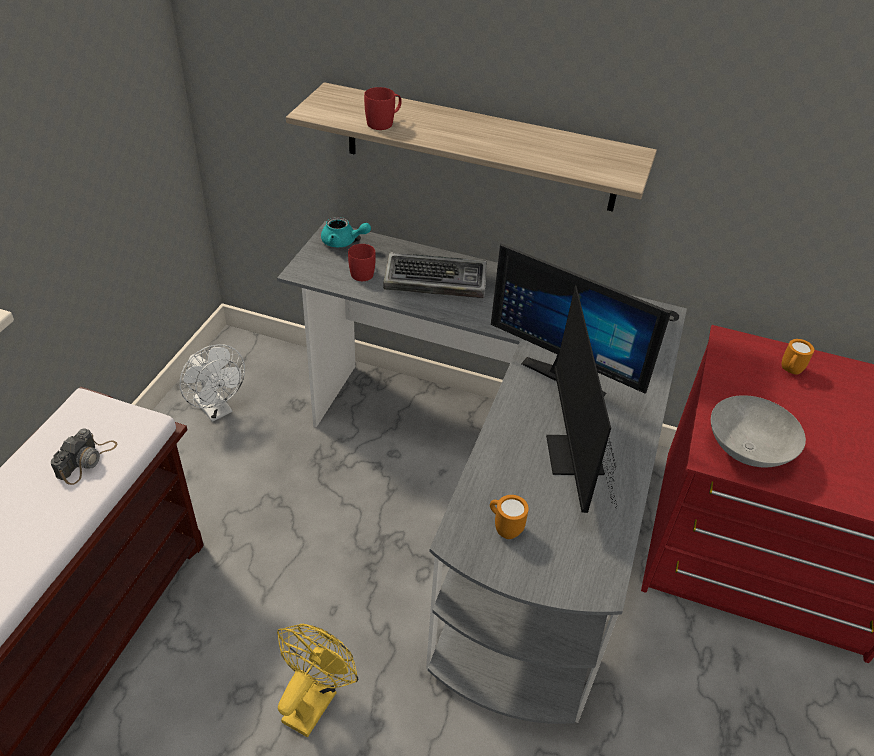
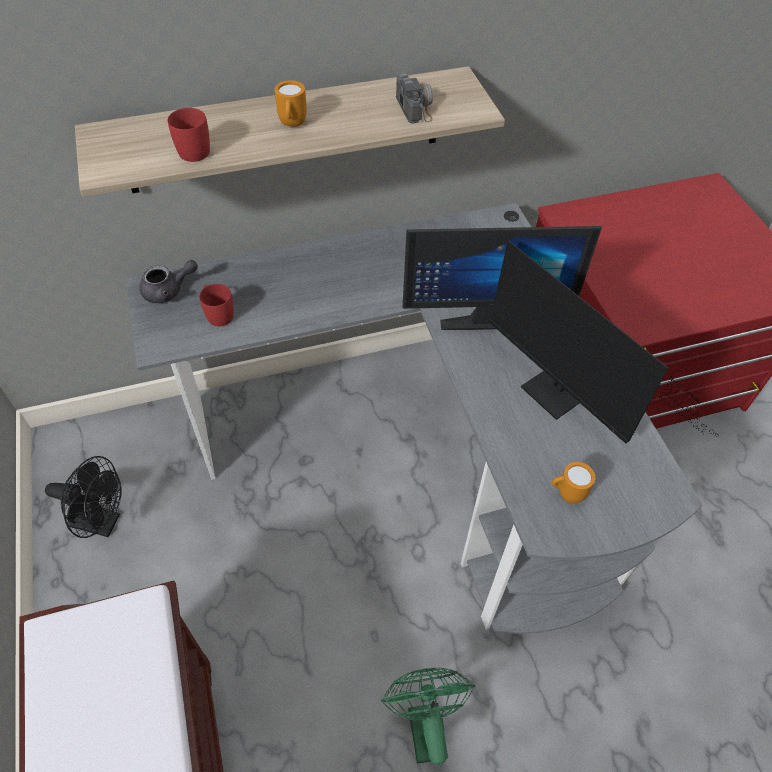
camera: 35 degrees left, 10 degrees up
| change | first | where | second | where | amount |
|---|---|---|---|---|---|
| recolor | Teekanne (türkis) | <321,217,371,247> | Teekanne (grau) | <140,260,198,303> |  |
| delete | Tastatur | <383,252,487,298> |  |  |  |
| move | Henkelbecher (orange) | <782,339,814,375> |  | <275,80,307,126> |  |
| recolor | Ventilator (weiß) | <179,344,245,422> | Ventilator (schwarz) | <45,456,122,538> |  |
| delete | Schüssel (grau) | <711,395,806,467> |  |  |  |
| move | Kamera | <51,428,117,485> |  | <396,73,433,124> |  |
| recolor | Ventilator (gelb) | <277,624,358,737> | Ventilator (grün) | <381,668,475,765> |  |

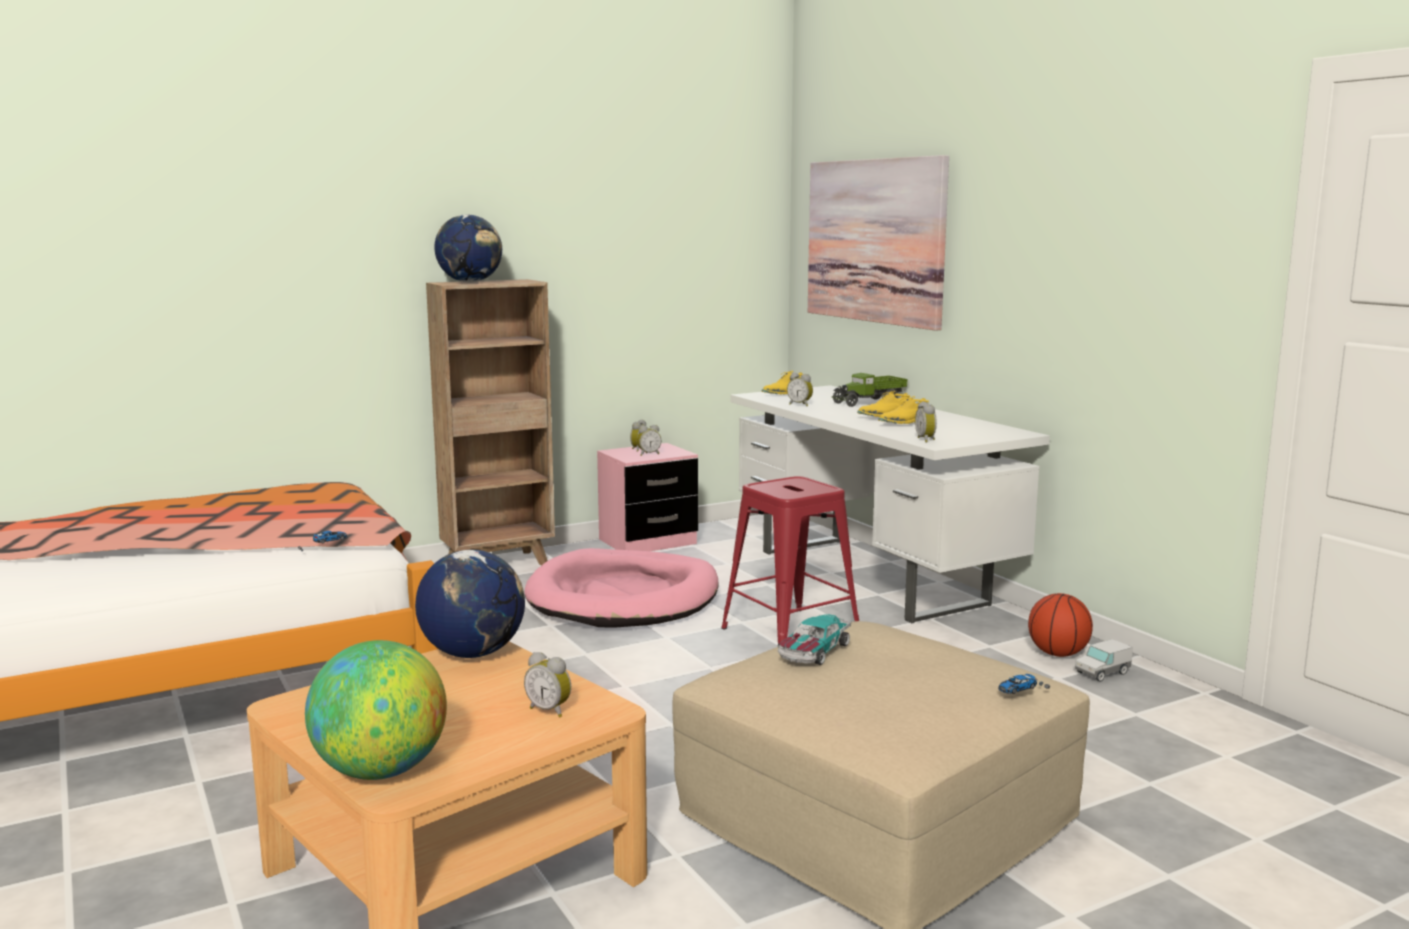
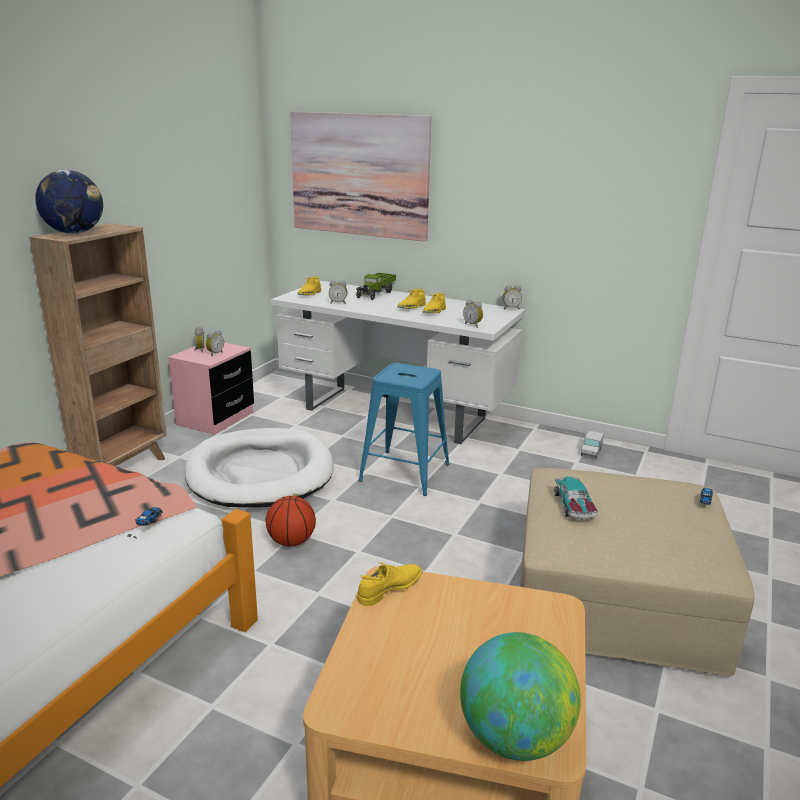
camera: 35 degrees left, 10 degrees up
| change | first | where | second | where | amount |
|---|---|---|---|---|---|
| recolor | Hocker (rot) | <721,476,859,644> | Hocker (blau) | <358,363,450,496> |  |
| recolor | Hundebett (rosa) | <525,548,719,628> | Hundebett (weiß) | <185,428,333,507> |  |
| replace | Globus | <415,550,525,658> | Schuh (gelb) | <357,562,423,606> |  |
| move | Basketball | <1028,593,1093,657> |  | <266,496,316,547> |  |
| move | Wecker | <524,652,571,718> |  | <503,285,522,309> |  |

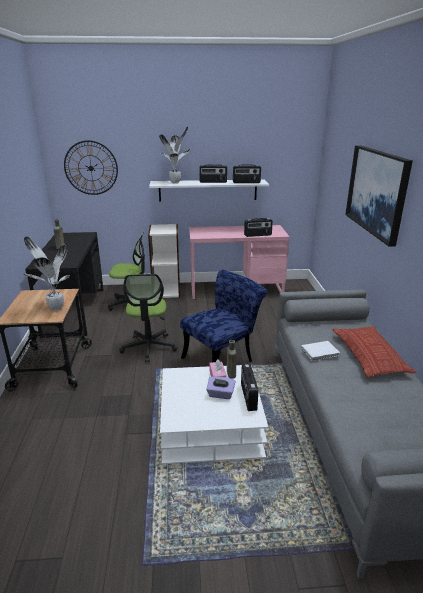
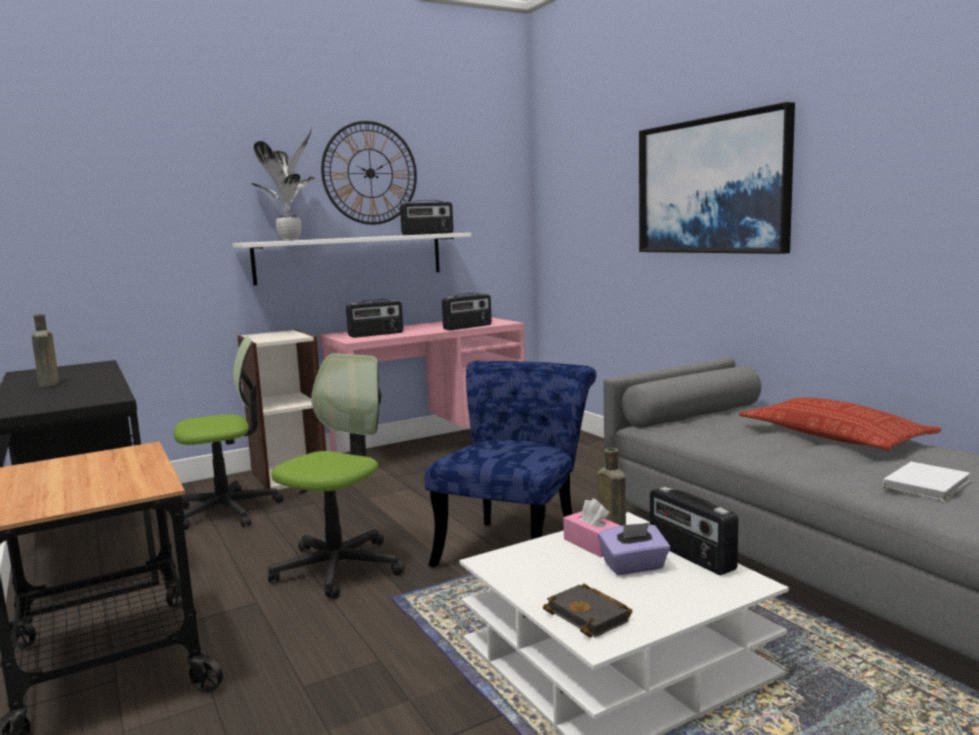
camera: 25 degrees left, 15 degrees down
| change | first | where | second | where | amount |
|---|---|---|---|---|---|
| move | Wanduhr | <64,140,118,195> |  | <321,121,417,225> |  |
| move | Radio | <199,164,227,183> |  | <346,299,403,338> |  |
| delete | Topfpflanze | <23,236,70,311> |  |  |  |
| rotate | Bürostuhl | <119,274,178,363> |  | <268,353,405,599> | 120 degrees counterclockwise |
| move | Buch (weiß) | <301,341,340,361> |  | <883,462,970,501> |  |
| insert |  |  | Buch (schwarz) | <543,584,632,638> |  |

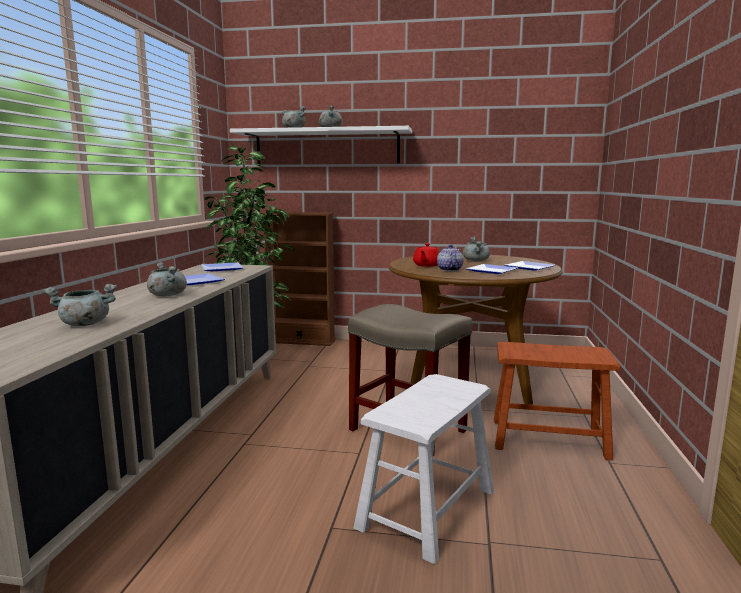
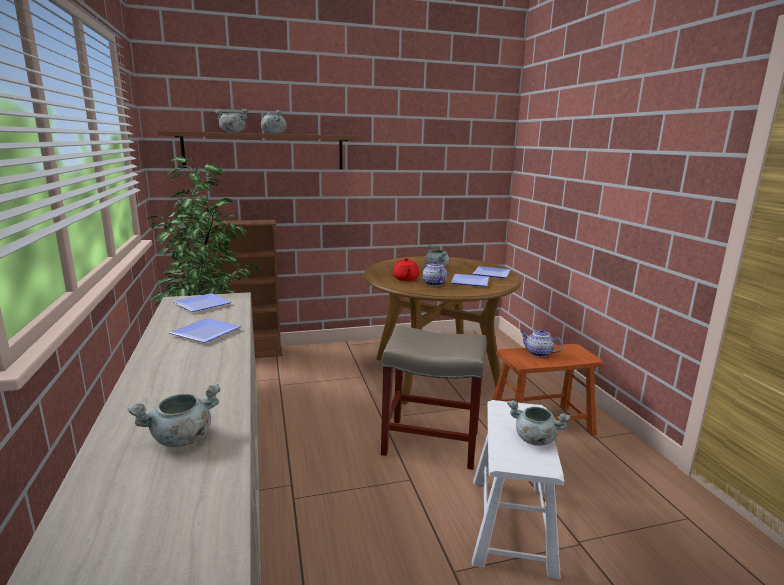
camera: 25 degrees left, 5 degrees up
| change | first | where | second | where | amount |
|---|---|---|---|---|---|
| recolor | Wandregal (weiß) | <230,126,412,164> | Wandregal (braun) | <158,131,362,169> |  |
| move | Kochtopf (grau) | <147,262,187,296> |  | <507,400,571,446> |  |
| insert |  |  | Teekanne | <520,329,563,357> |  |

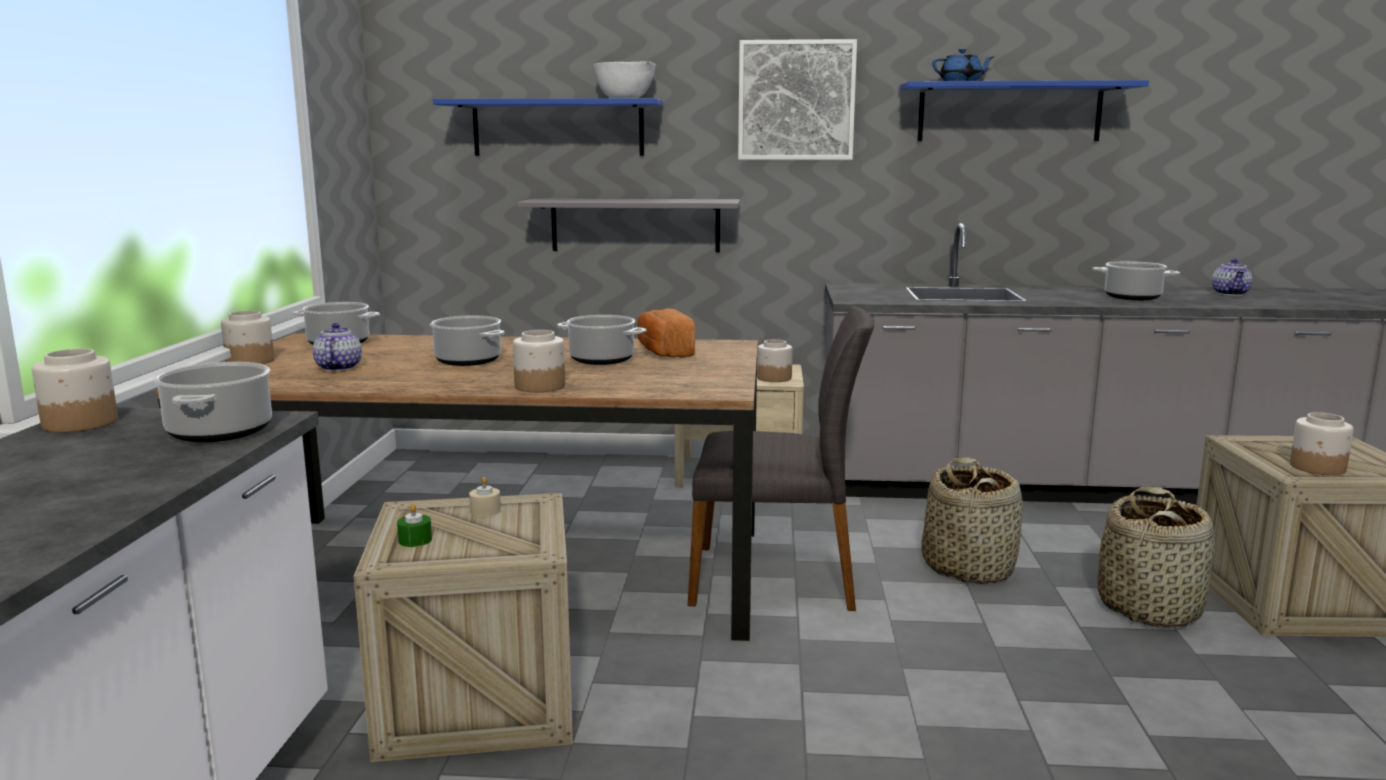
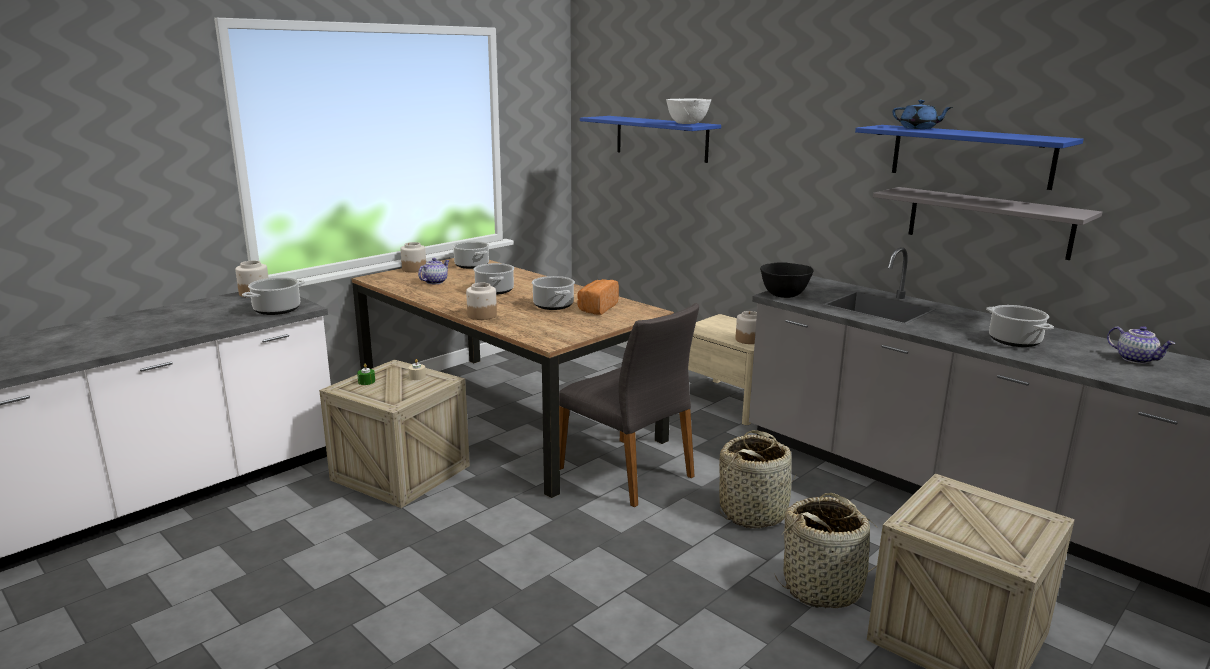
camera: 40 degrees right, 5 degrees up
| change | first | where | second | where | amount |
|---|---|---|---|---|---|
| delete | Bild | <738,39,857,160> |  |  |  |
| move | Wandregal (grau) | <517,198,740,252> |  | <873,187,1102,260> |  |
| rotate | Teekanne | <1212,259,1253,296> |  | <1107,326,1175,364> | 90 degrees counterclockwise |
| delete | Vorratsglas | <1290,412,1354,475> |  |  |  |
| insert |  |  | Schüssel (schwarz) | <760,262,814,298> |  |

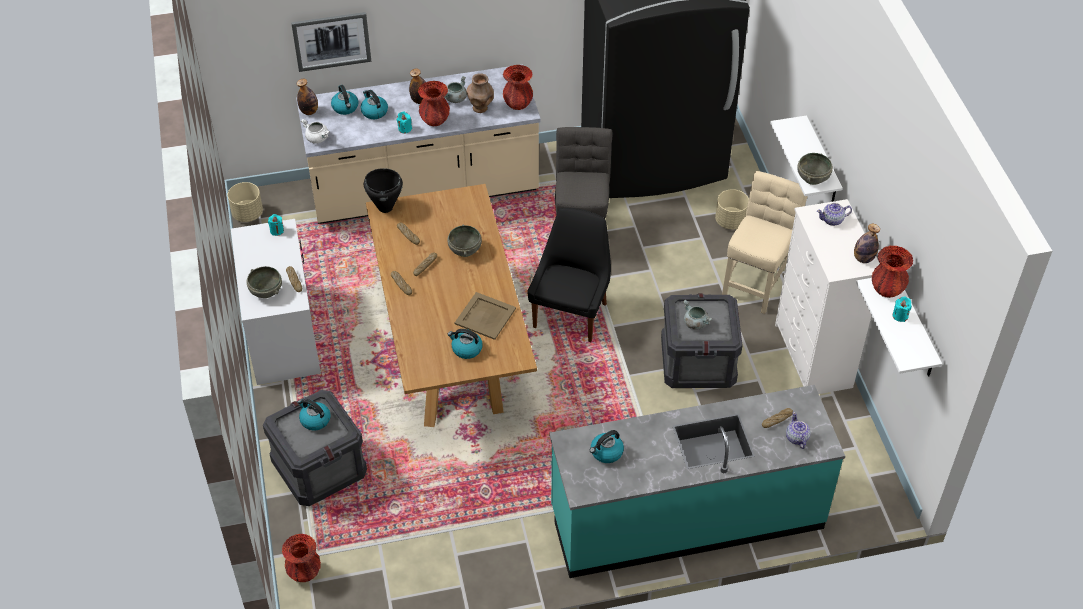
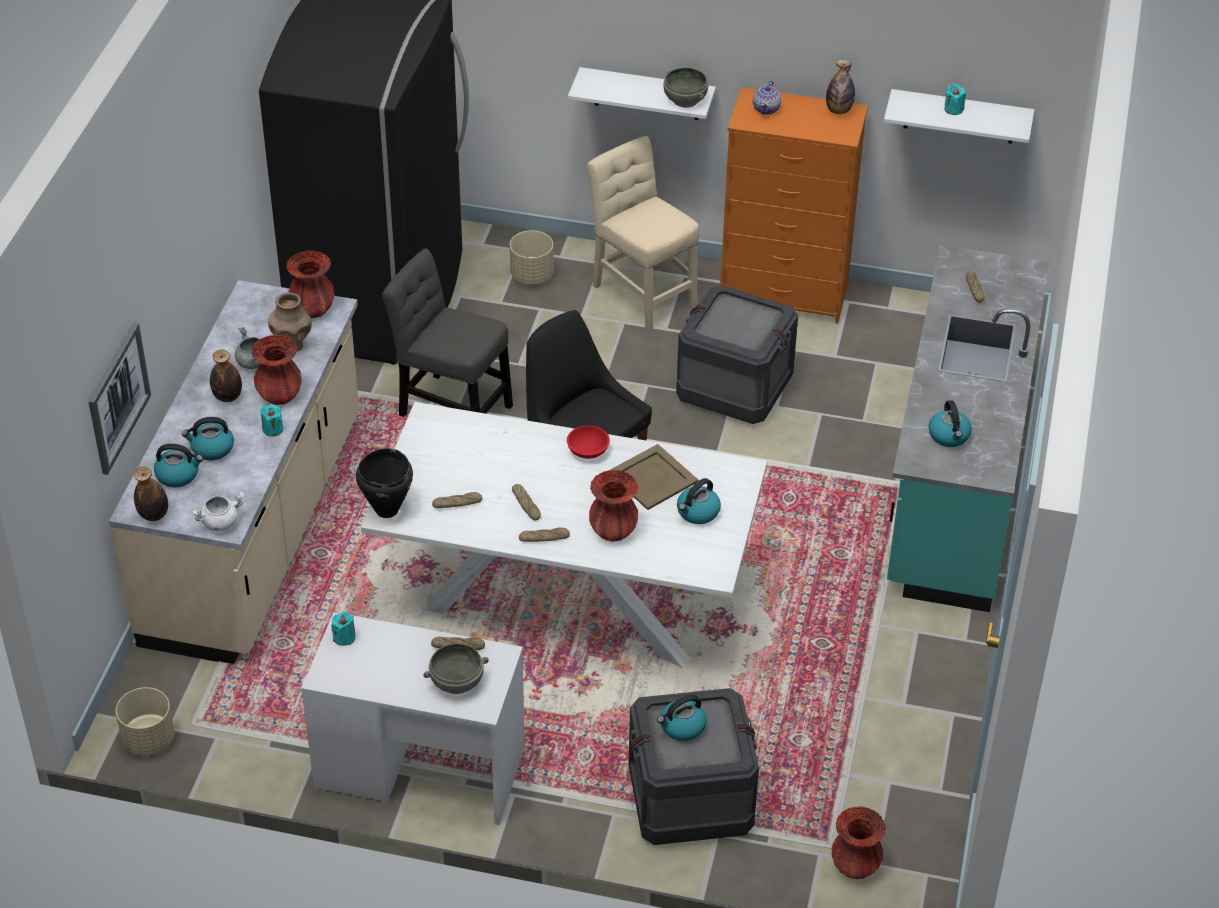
camera: 65 degrees left, 5 degrees down
| change | first | where | second | where | amount |
|---|---|---|---|---|---|
| recolor | Esstisch (braun) | <366,184,537,427> | Esstisch (weiß) | <361,402,767,668> |  |
| recolor | Kommode (weiß) | <775,199,880,394> | Kommode (orange) | <720,87,868,323> |  |
| delete | Schüssel (grau) | <447,225,482,257> |  |  |  |
| move | Vase (rot) | <872,246,913,298> |  | <589,470,638,542> |  |
| delete | Kochtopf (grau) | <683,300,713,330> |  |  |  |
| delete | Teekanne | <786,412,811,449> |  |  |  |
| insert |  |  | Schüssel (rot) | <567,425,610,459> |  |

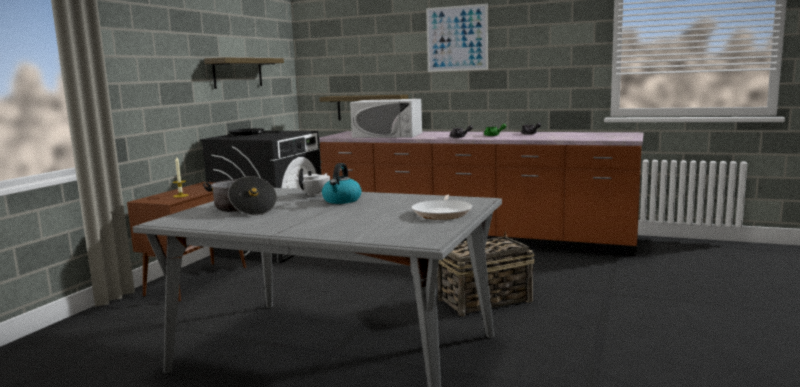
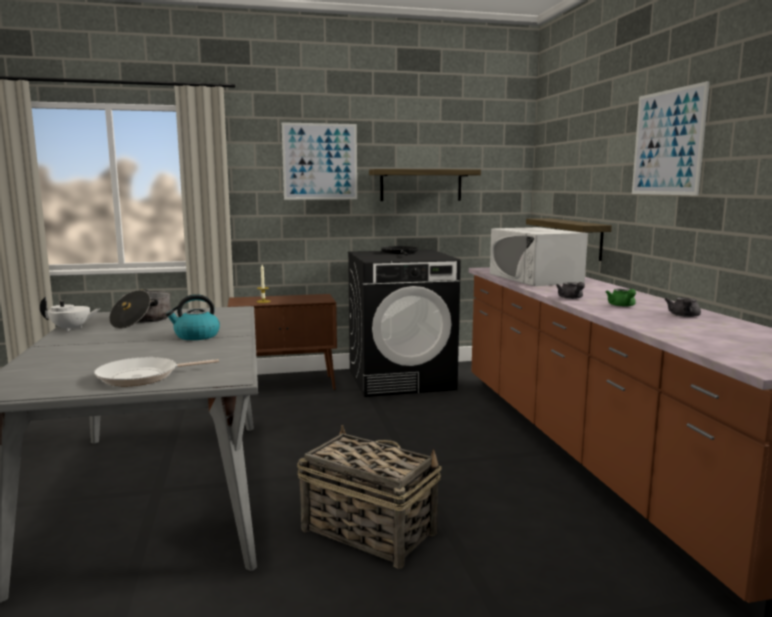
camera: 55 degrees right, 0 degrees up
| change | first | where | second | where | amount |
|---|---|---|---|---|---|
| move | Teekanne (weiß) | <296,168,330,197> |  | <40,297,101,332> |  |
| insert |  |  | Bild | <282,122,357,200> |  |

